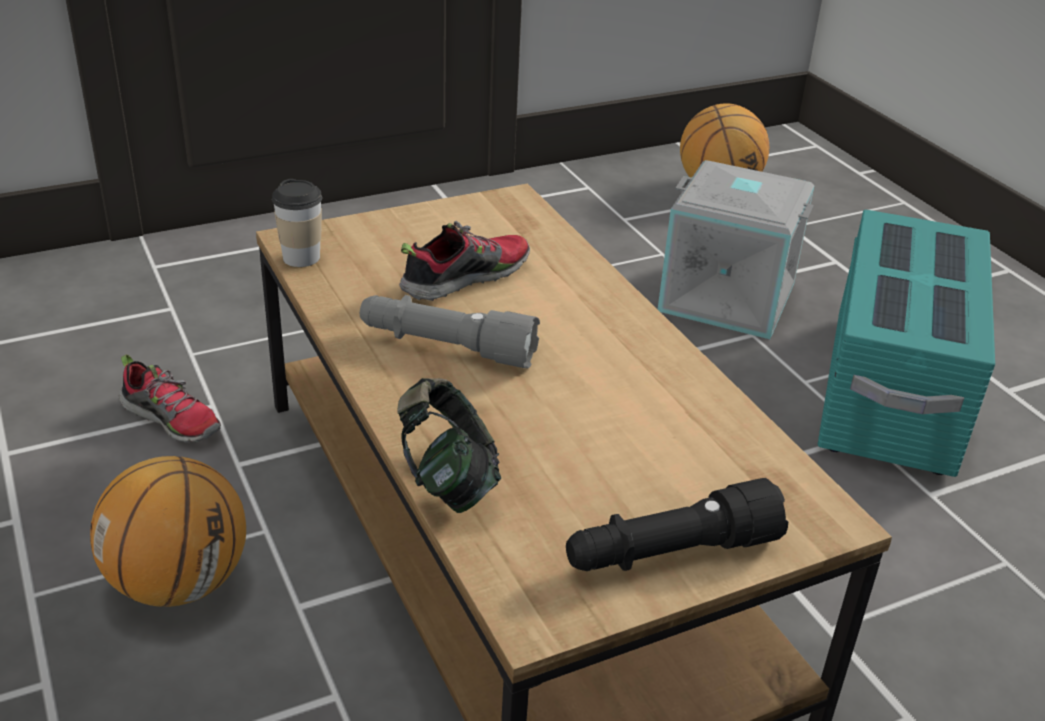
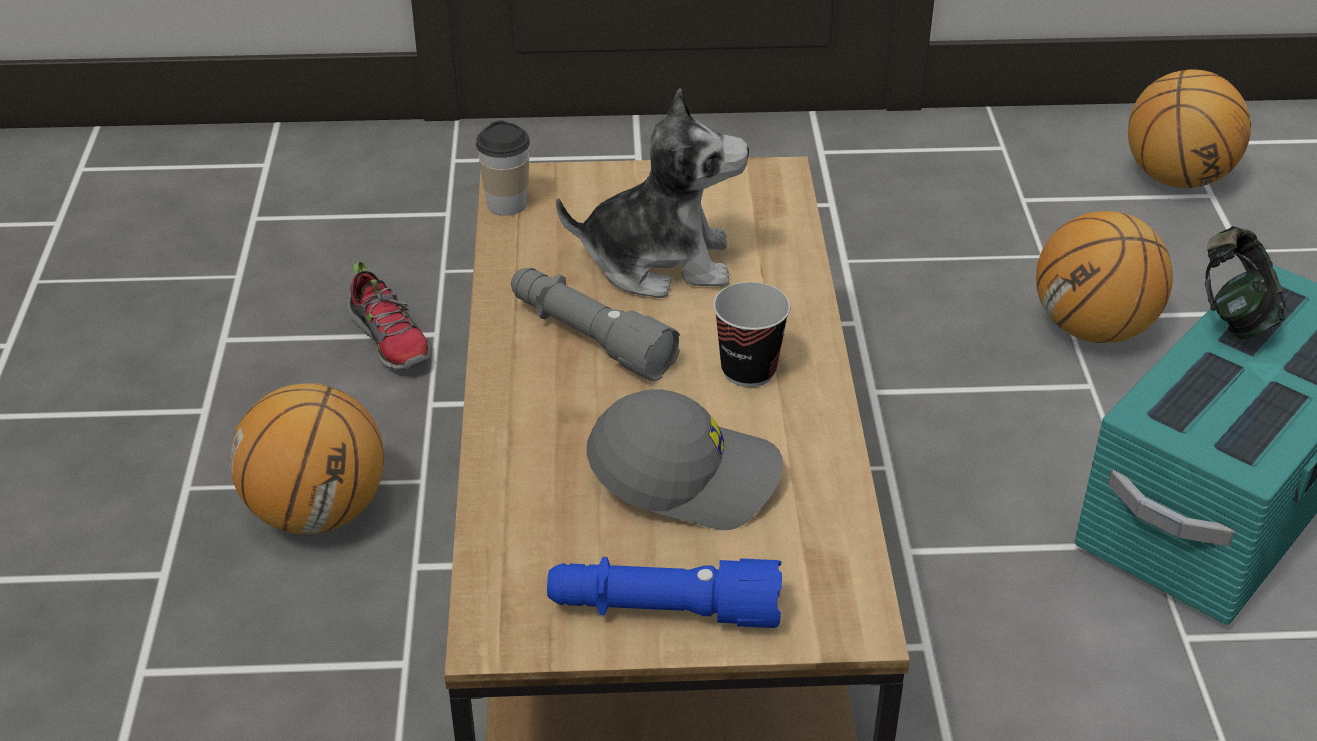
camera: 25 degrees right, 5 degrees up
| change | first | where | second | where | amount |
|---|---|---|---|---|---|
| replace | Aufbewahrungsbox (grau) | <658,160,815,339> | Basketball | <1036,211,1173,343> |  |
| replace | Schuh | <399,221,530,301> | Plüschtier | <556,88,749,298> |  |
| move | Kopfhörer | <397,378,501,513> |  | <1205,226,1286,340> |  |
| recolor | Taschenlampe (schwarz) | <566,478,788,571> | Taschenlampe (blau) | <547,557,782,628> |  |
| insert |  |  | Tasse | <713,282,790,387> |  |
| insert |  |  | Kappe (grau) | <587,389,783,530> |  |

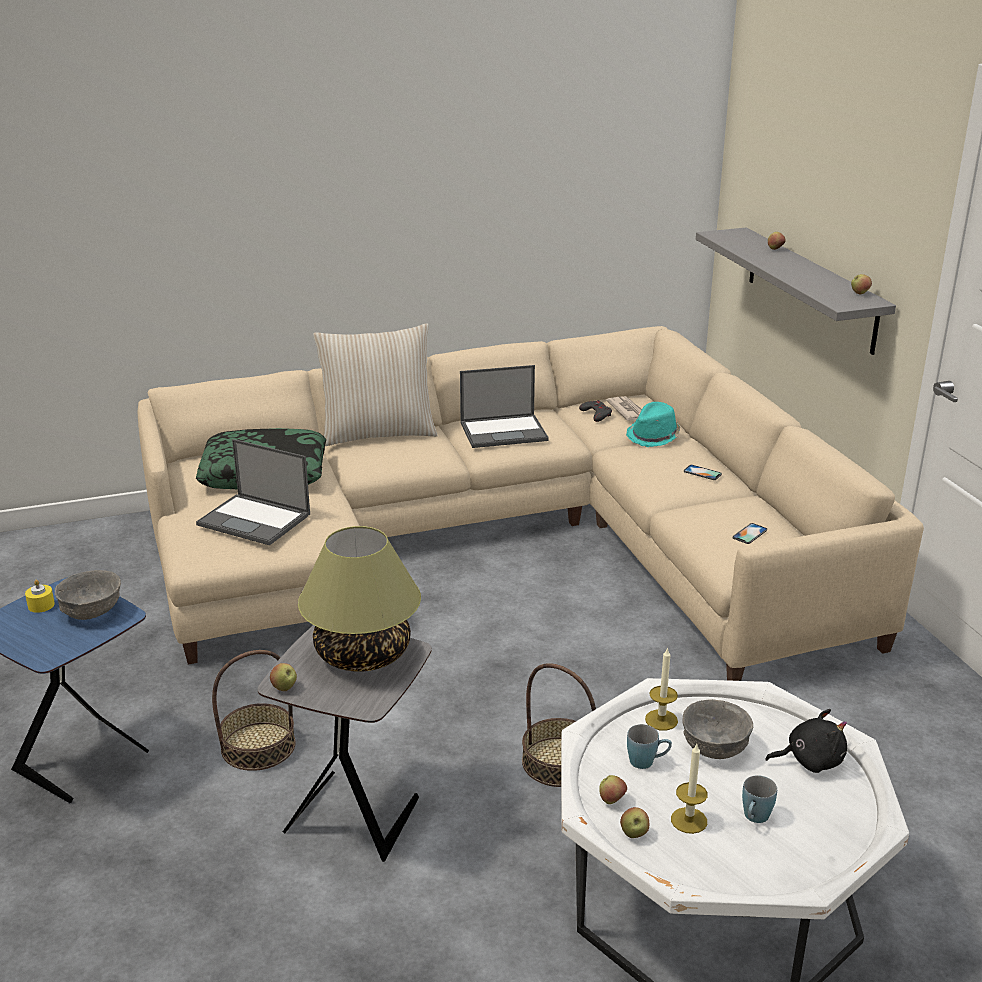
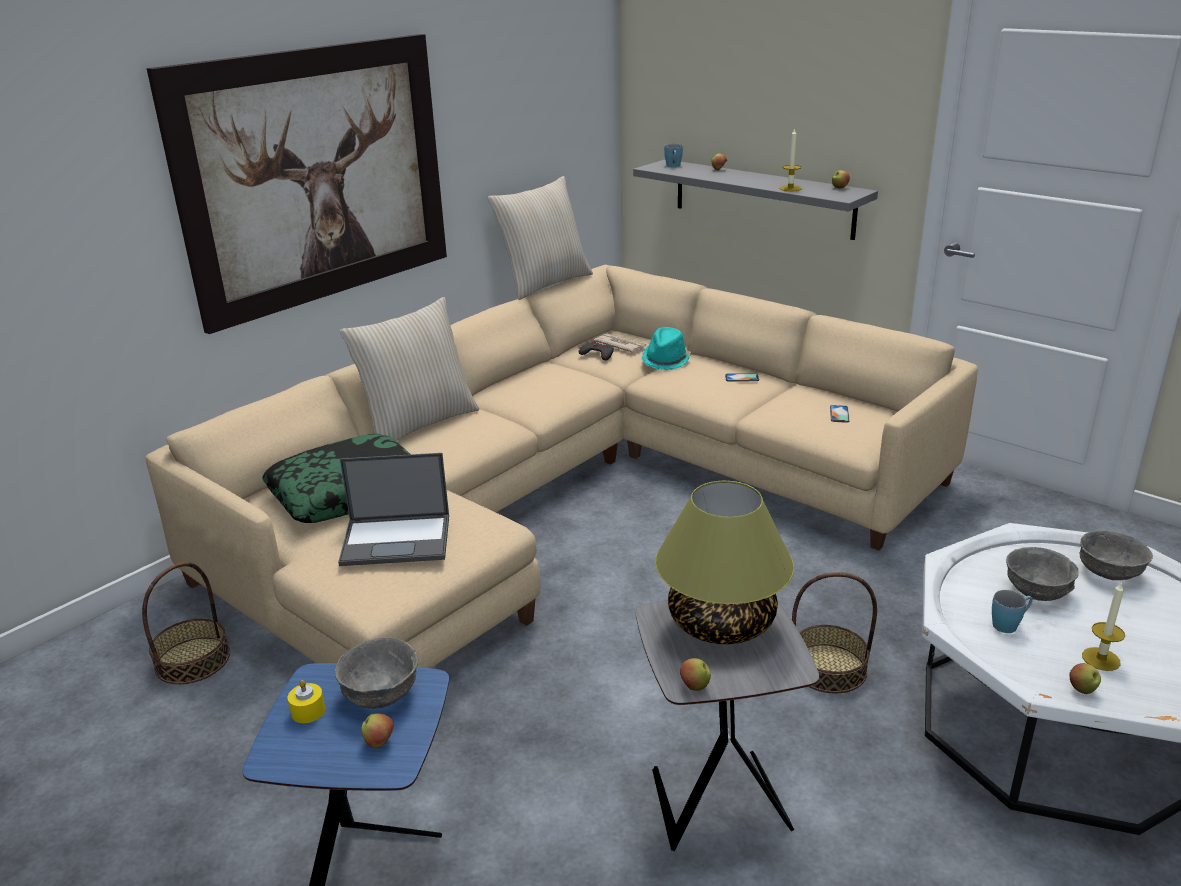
camera: 30 degrees left, 0 degrees up
| change | first | where | second | where | amount |
|---|---|---|---|---|---|
| delete | Laptop | <460,365,549,448> |  |  |  |
| move | Kerze | <645,647,678,731> |  | <780,128,802,191> |  |
| move | Korb | <212,650,296,771> |  | <142,562,230,684> |  |
| replace | Plüschtier (schwarz) | <765,709,847,773> | Schüssel (grau) | <1080,531,1153,580> |  |
| move | Apfel | <599,775,627,804> |  | <361,713,394,748> |  |
| move | Henkelbecher (blau) | <742,775,777,823> |  | <664,144,683,167> |  |
| insert |  |  | Bild | <147,34,447,334> |  |
| insert |  |  | Kissen (beige) | <488,176,593,300> |  |

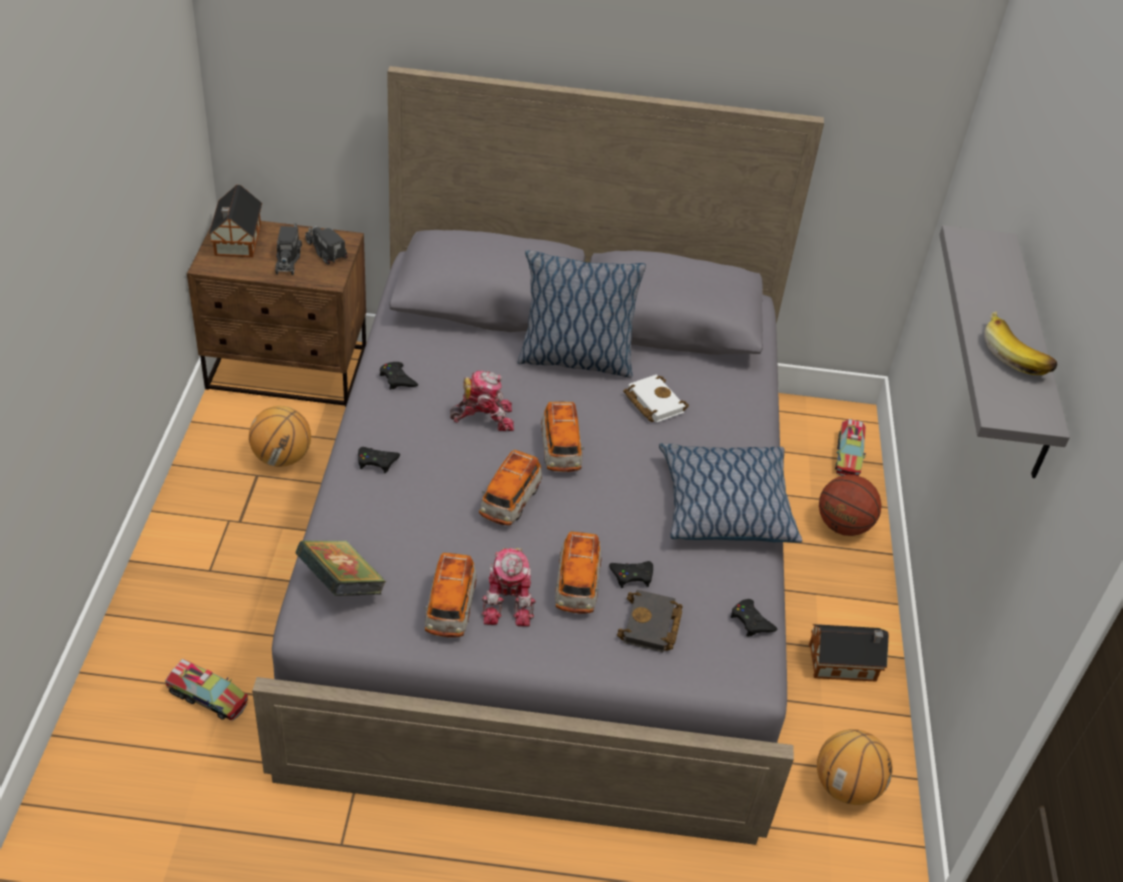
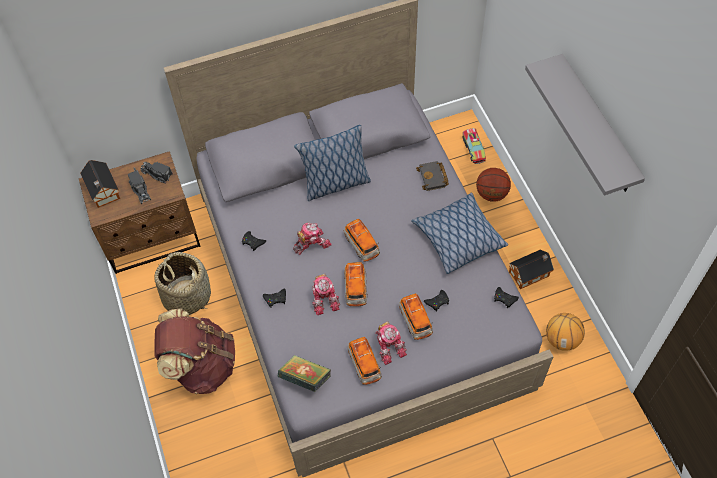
camera: 20 degrees left, 15 degrees up
| change | first | where | second | where | amount |
|---|---|---|---|---|---|
| delete | Banane | <984,312,1057,375> |  |  |  |
| delete | Buch (weiß) | <623,375,689,423> |  |  |  |
| replace | Basketball | <249,406,311,467> | Korb | <154,252,211,315> |  |
| move | Buch (schwarz) | <617,590,683,652> |  | <416,161,449,191> |  |
| delete | Spielzeuglaster | <165,659,249,721> |  |  |  |
| insert |  |  | Spielzeugroboter | <312,274,340,315> |  |
| insert |  |  | Rucksack (braun) | <154,308,235,394> |  |

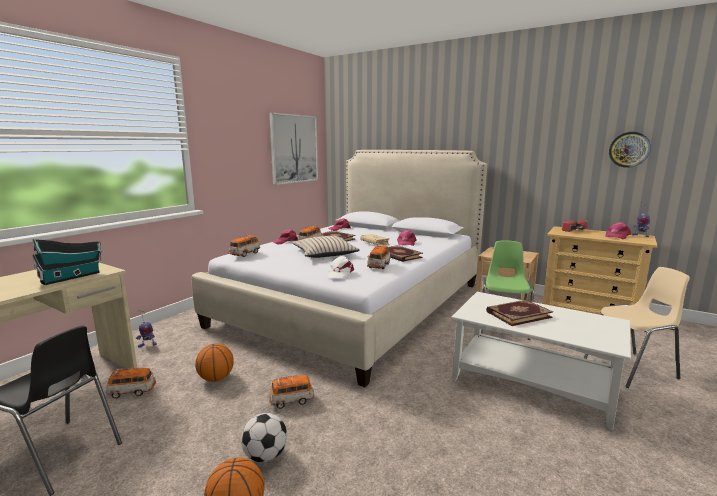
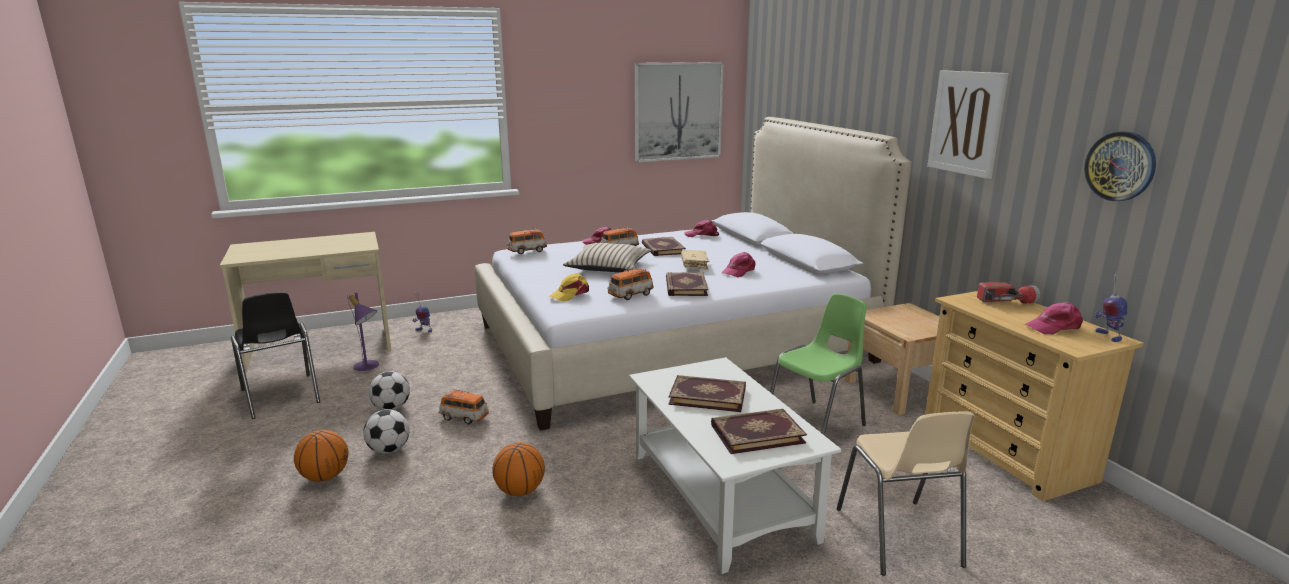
camera: 35 degrees right, 5 degrees up
| change | first | where | second | where | amount |
|---|---|---|---|---|---|
| delete | Spielzeughaus | <32,239,101,285> |  |  |  |
| recolor | Kappe (weiß) | <328,256,354,279> | Kappe (gelb) | <549,273,589,302> |  |
| rotate | Stuhl (beige) | <584,267,690,388> |  | <837,412,975,576> | 60 degrees clockwise |
| move | Basketball | <195,343,234,382> |  | <492,442,545,496> |  |
| replace | Spielzeugauto | <106,368,156,399> | Tischlampe (lila) | <347,293,379,371> |  |
| insert |  |  | Bild | <927,70,1009,179> |  |
| insert |  |  | Fußball | <369,371,410,410> |  |
| insert |  |  | Buch | <711,409,807,454> |  |

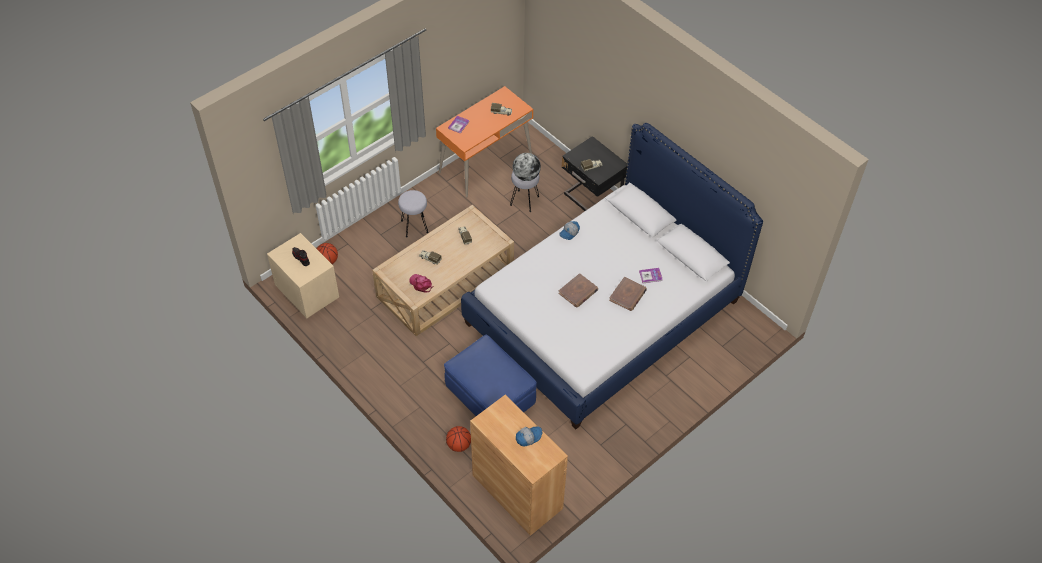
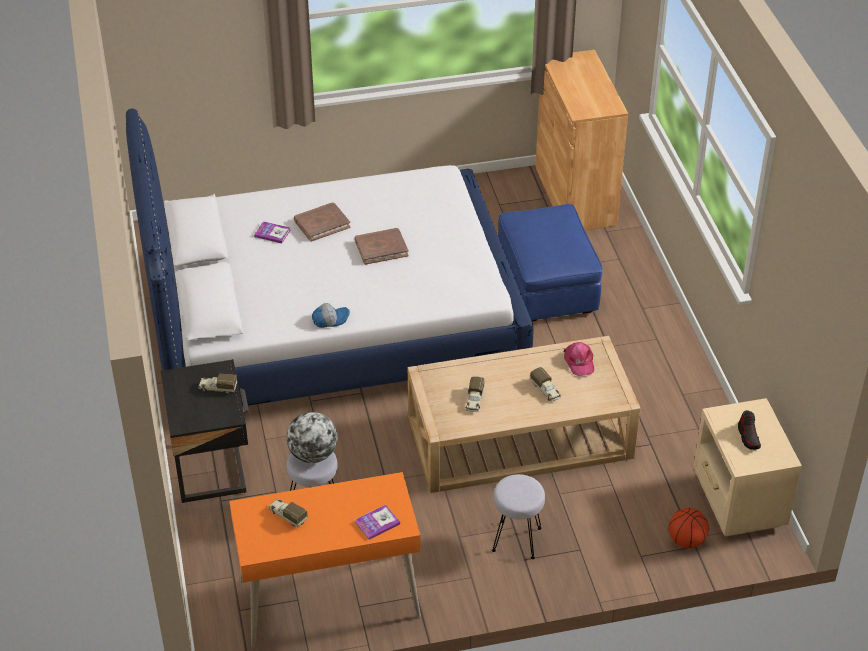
camera: 150 degrees left, 10 degrees down
| change | first | where | second | where | amount |
|---|---|---|---|---|---|
| delete | Basketball | <446,426,471,452> |  |  |  |
| delete | Kappe | <516,426,543,446> |  |  |  |

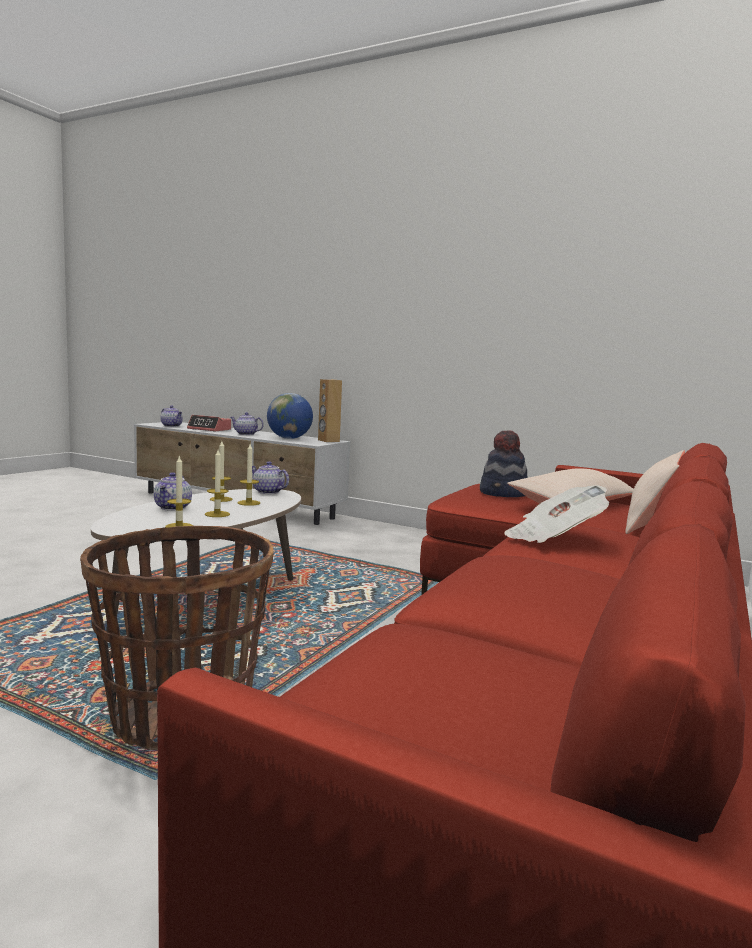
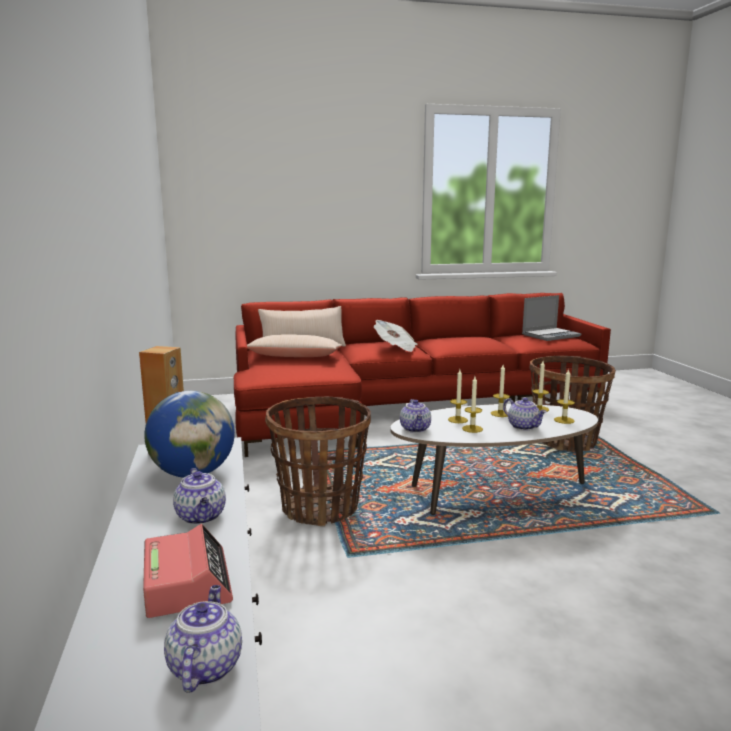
camera: 130 degrees left, 5 degrees up
| change | first | where | second | where | amount |
|---|---|---|---|---|---|
| delete | Hut | <480,430,528,497> |  |  |  |
| rotate | Teekanne | <154,472,192,511> |  | <504,398,547,431> | 90 degrees clockwise |
| insert |  |  | Laptop | <522,295,581,341> |  |
| insert |  |  | Kerze | <554,369,575,424> |  |
| insert |  |  | Korb | <265,397,371,526> |  |

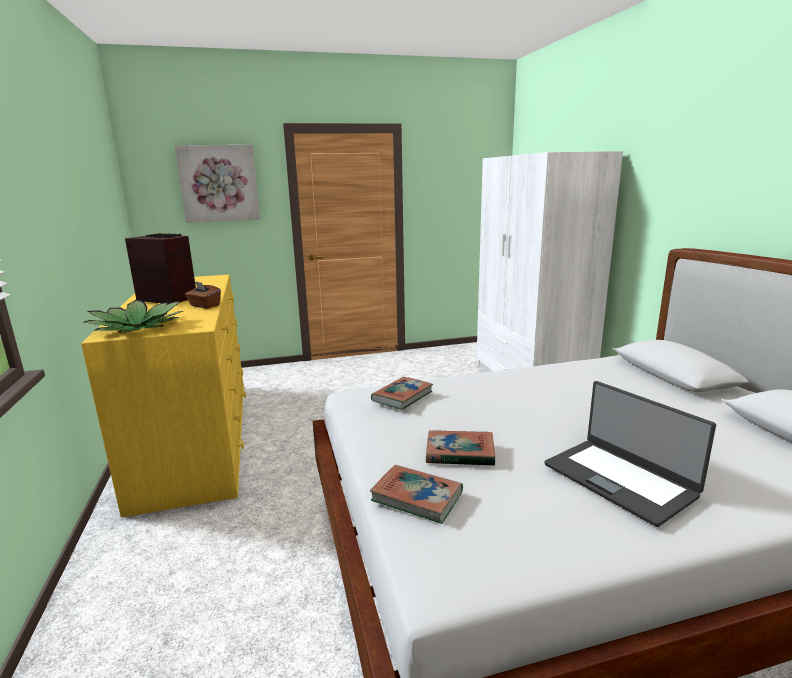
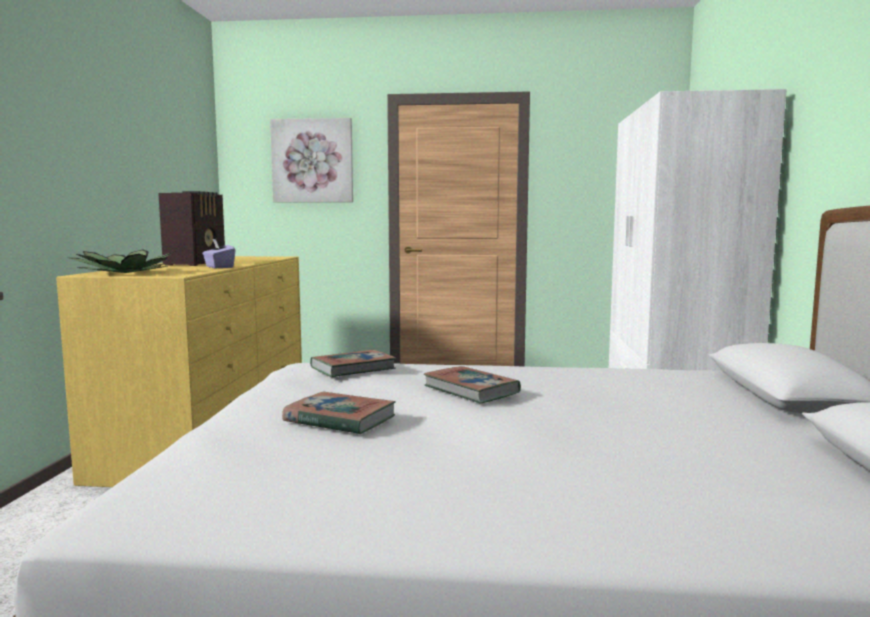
camera: 20 degrees right, 10 degrees down
| change | first | where | second | where | amount |
|---|---|---|---|---|---|
| rotate | Radio | <125,233,196,304> |  | <158,191,225,266> | 60 degrees clockwise |
| recolor | Taschentuchbox (braun) | <185,281,221,309> | Taschentuchbox (lila) | <202,239,235,268> |  |
| delete | Laptop | <545,381,716,527> |  |  |  |
| move | Buch | <370,465,463,524> |  | <424,366,521,403> |  |

